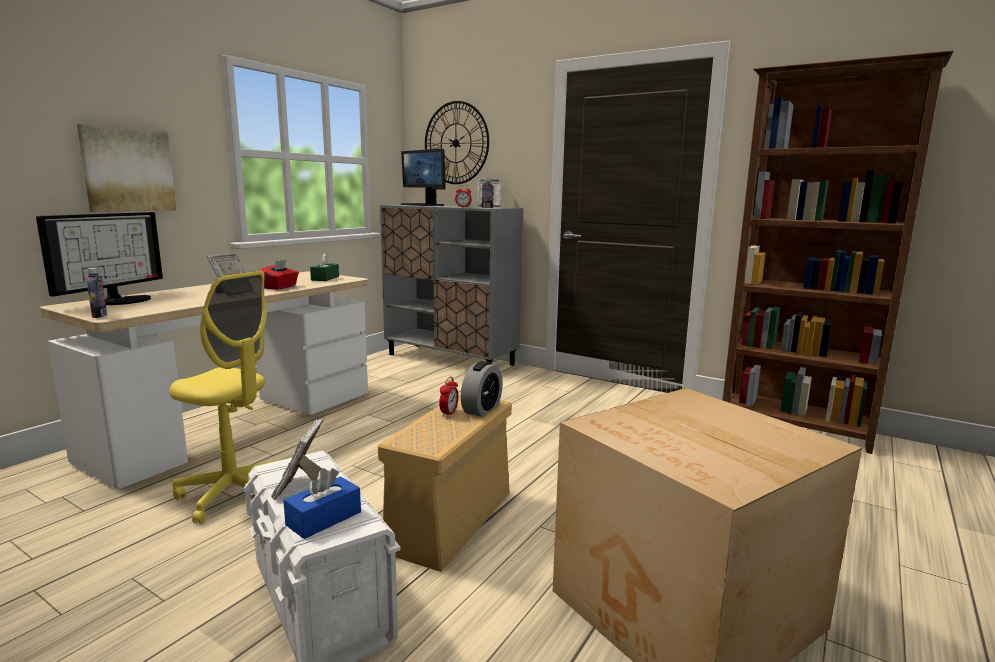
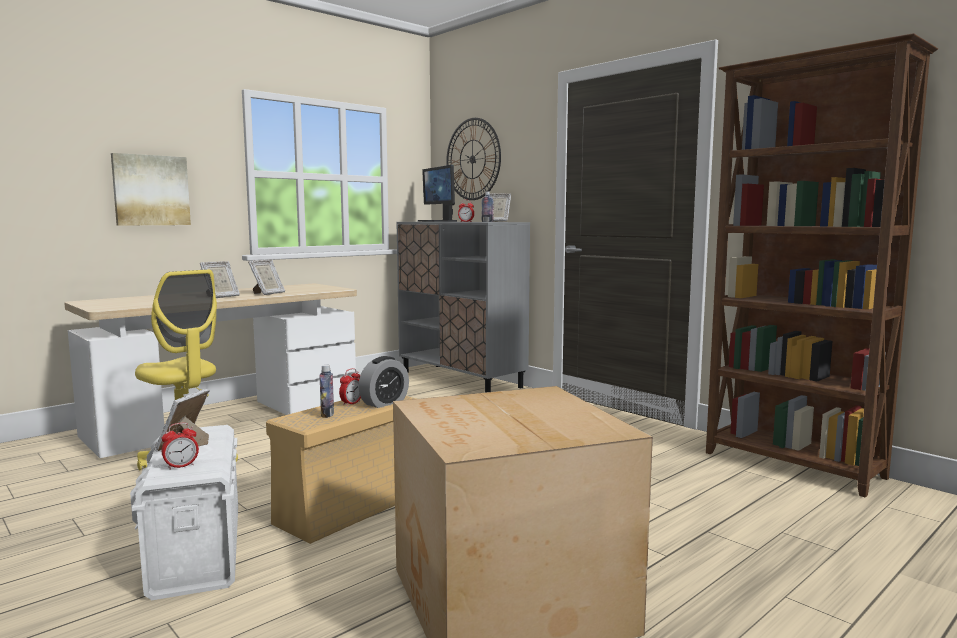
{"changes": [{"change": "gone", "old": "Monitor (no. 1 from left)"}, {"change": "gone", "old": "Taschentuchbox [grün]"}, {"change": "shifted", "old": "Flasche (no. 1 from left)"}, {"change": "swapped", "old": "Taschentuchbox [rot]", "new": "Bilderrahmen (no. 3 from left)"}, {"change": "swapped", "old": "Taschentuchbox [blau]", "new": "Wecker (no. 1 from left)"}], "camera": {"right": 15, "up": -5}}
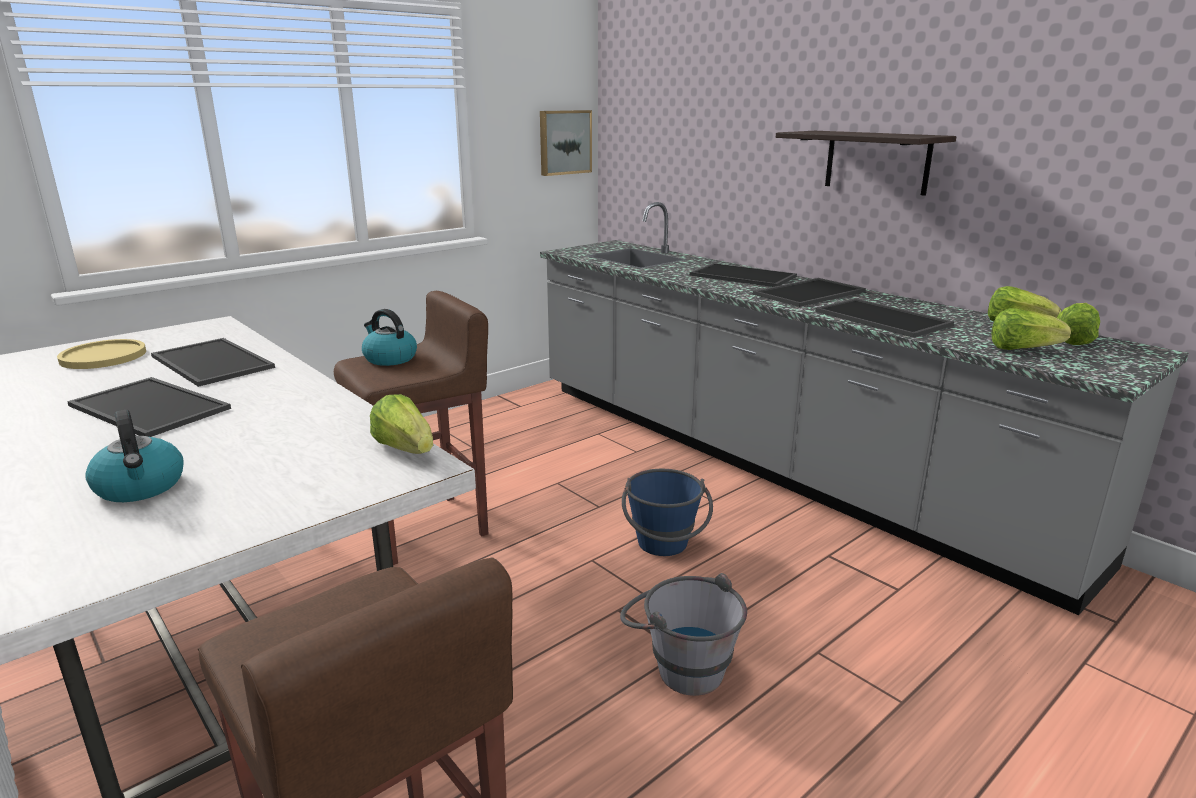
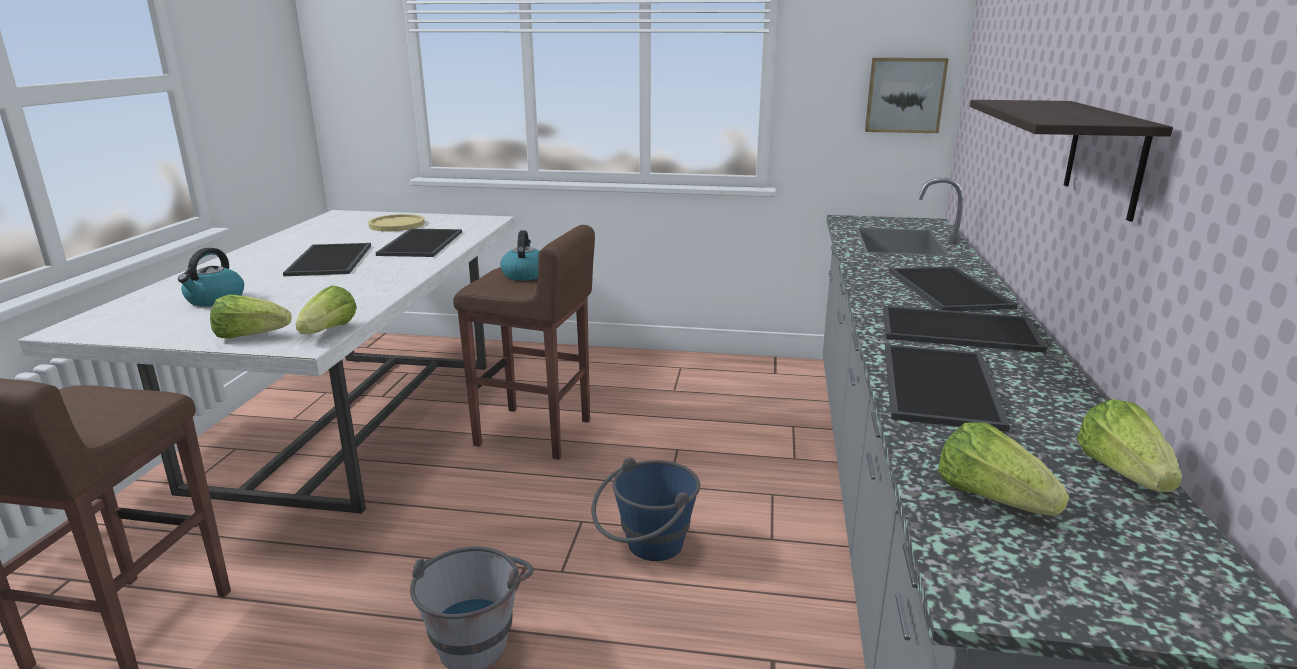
{"changes": [{"change": "shifted", "old": "Salatkopf (no. 4 from left in the first image)", "new": "Salatkopf (no. 1 from left)"}], "camera": {"right": 50, "up": 0}}
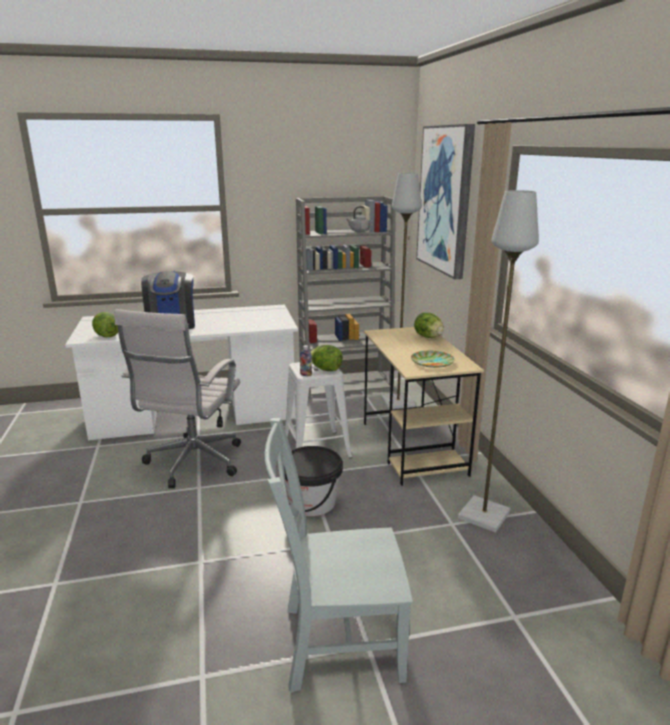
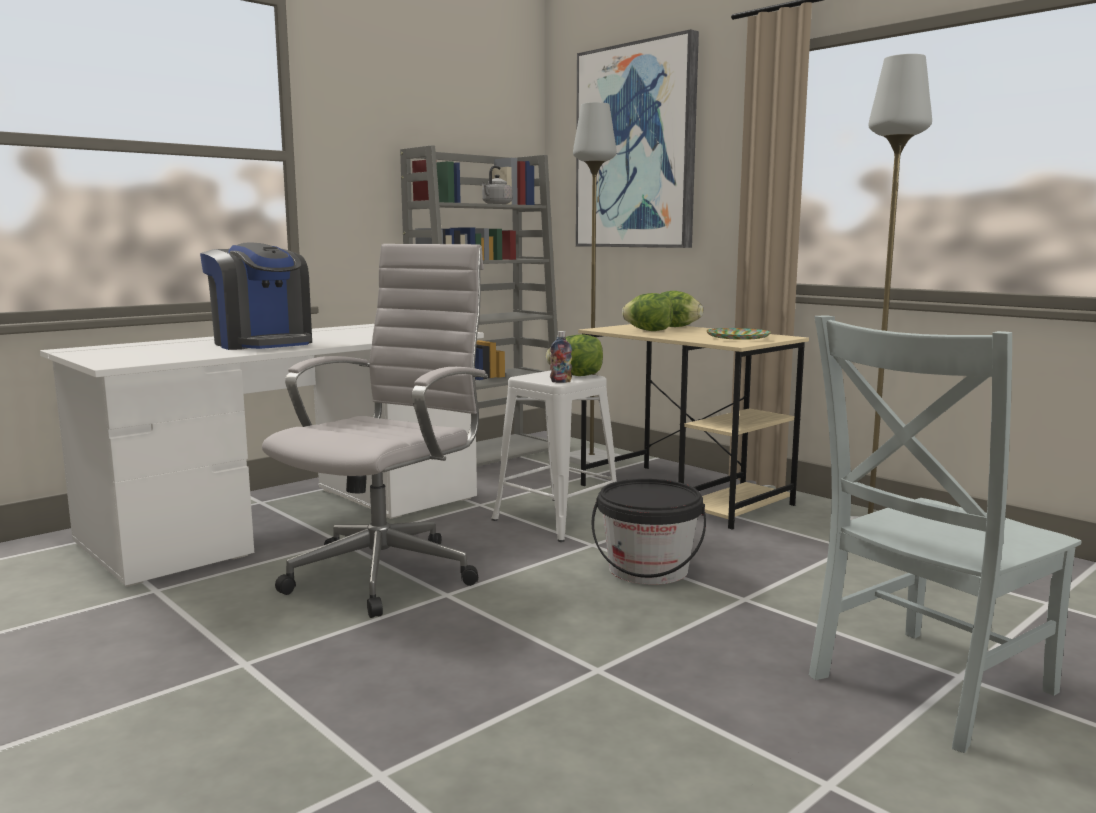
{"changes": [{"change": "shifted", "old": "Salatkopf (no. 1 from left in the first image)", "new": "Salatkopf (no. 2 from left)"}, {"change": "rotated", "old": "Bürostuhl [weiß]", "degrees": -135}], "camera": {"right": -30, "up": -10}}
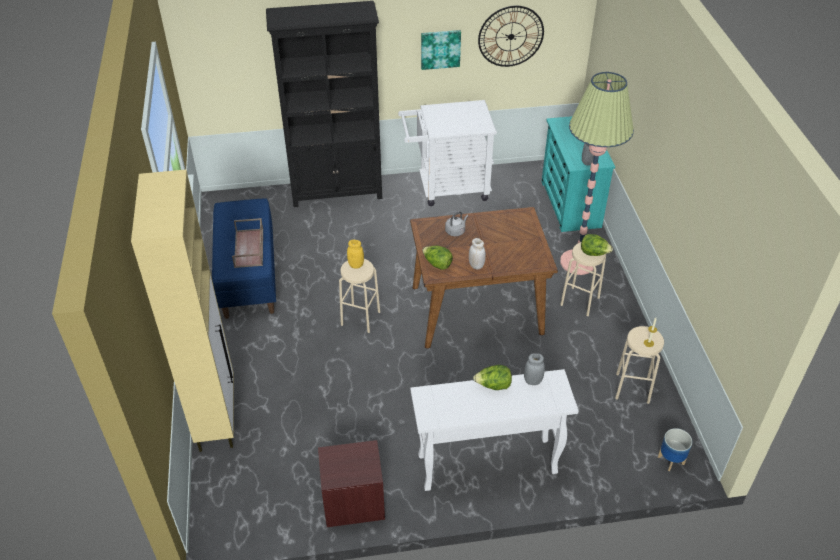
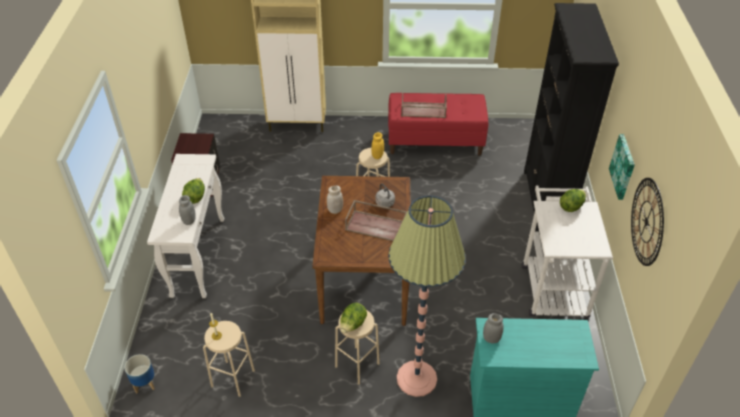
{"changes": [{"change": "new", "new": "Tablett [braun] (no. 1 from left)"}, {"change": "shifted", "old": "Salatkopf (no. 1 from left in the first image)", "new": "Salatkopf (no. 3 from left)"}, {"change": "repainted", "old": "Bank [blau]", "new": "Bank [rot]"}], "camera": {"right": 100, "up": 0}}
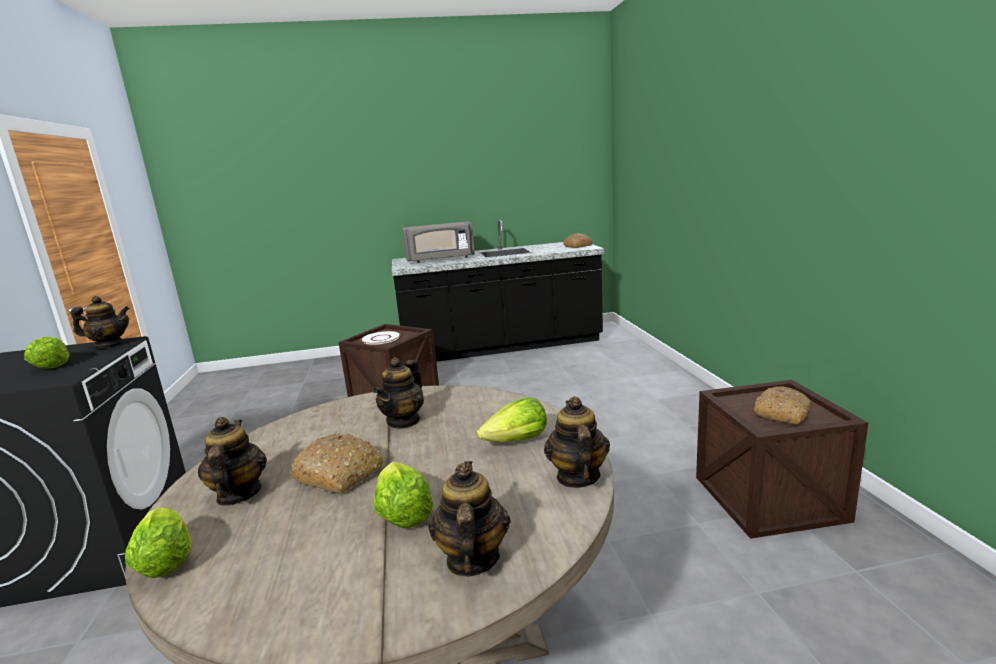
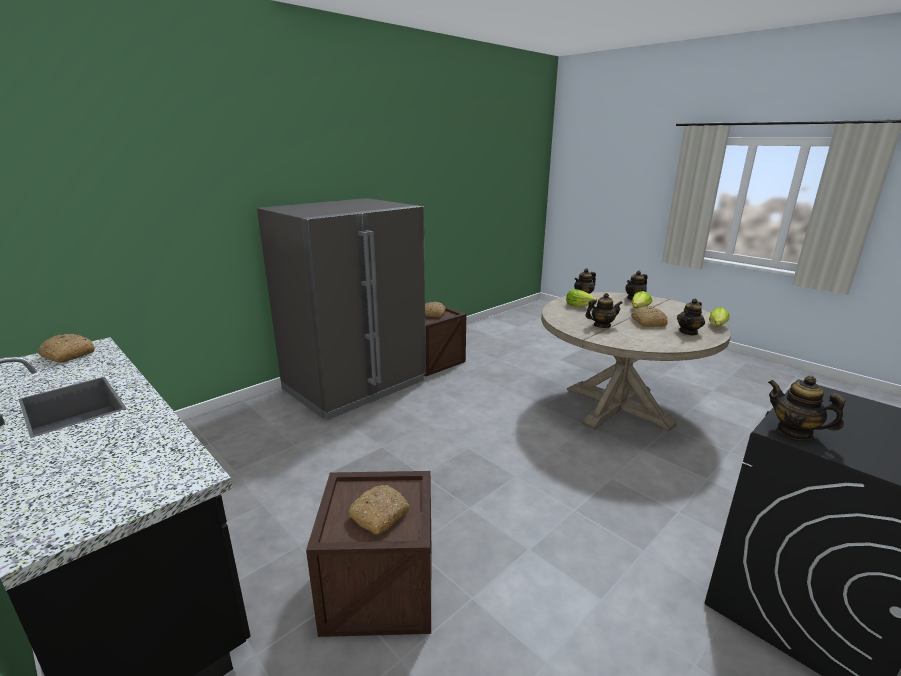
{"changes": [{"change": "gone", "old": "Salatkopf (no. 1 from left)"}, {"change": "gone", "old": "Mikrowelle [grau]"}, {"change": "new", "new": "Kühlschrank [grau]"}, {"change": "swapped", "old": "Teller [weiß]", "new": "Brot (no. 2 from left)"}], "camera": {"right": -125, "up": 5}}
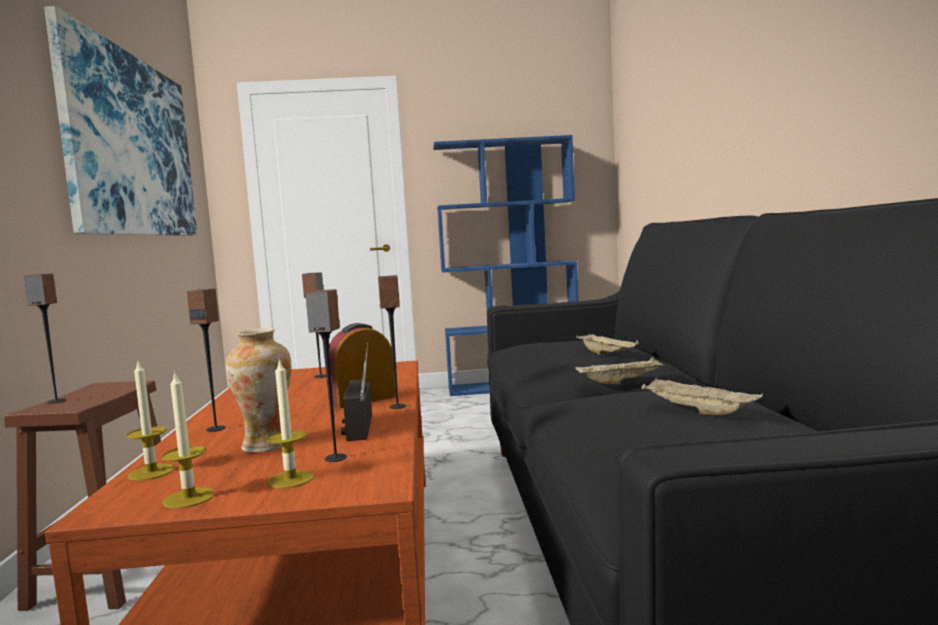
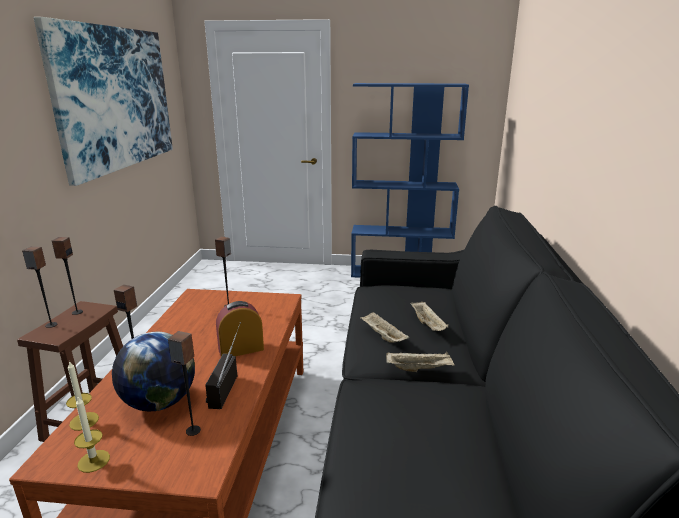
{"changes": [{"change": "gone", "old": "Kerze (no. 3 from left)"}, {"change": "shifted", "old": "Lautsprecher (no. 5 from left in the first image)", "new": "Lautsprecher (no. 2 from left)"}, {"change": "shifted", "old": "Tablett [beige] (no. 3 from left in the first image)", "new": "Tablett [beige] (no. 1 from left)"}, {"change": "swapped", "old": "Vase", "new": "Globus"}], "camera": {"right": 10, "up": 15}}
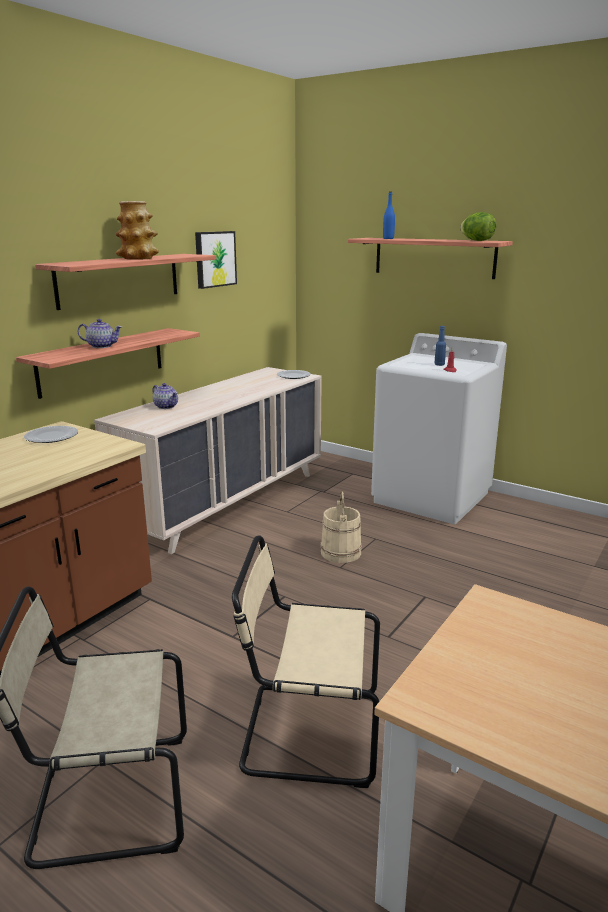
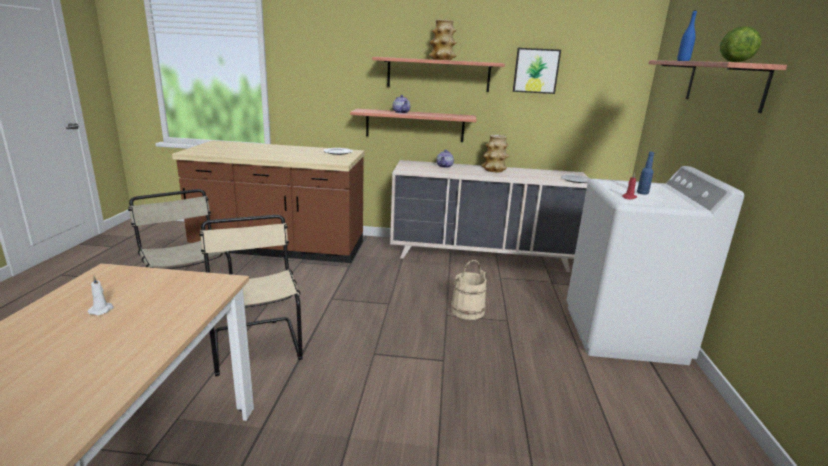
{"changes": [{"change": "new", "new": "Kerze [weiß]"}, {"change": "new", "new": "Vase (no. 2 from left)"}], "camera": {"right": 60, "up": 0}}
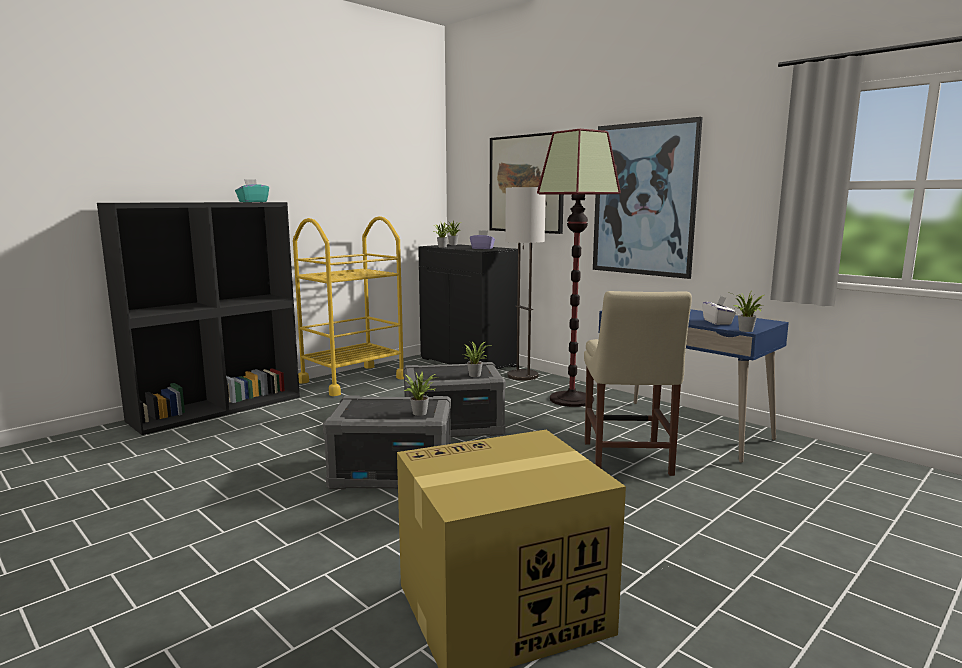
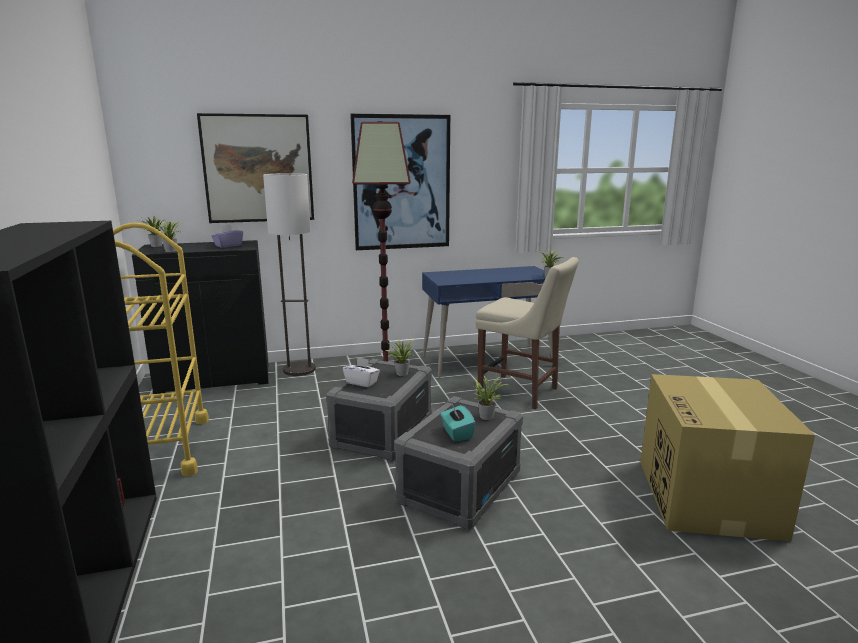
{"changes": [{"change": "shifted", "old": "Taschentuchbox [türkis]"}, {"change": "shifted", "old": "Taschentuchbox [weiß]"}], "camera": {"right": -60, "up": 5}}
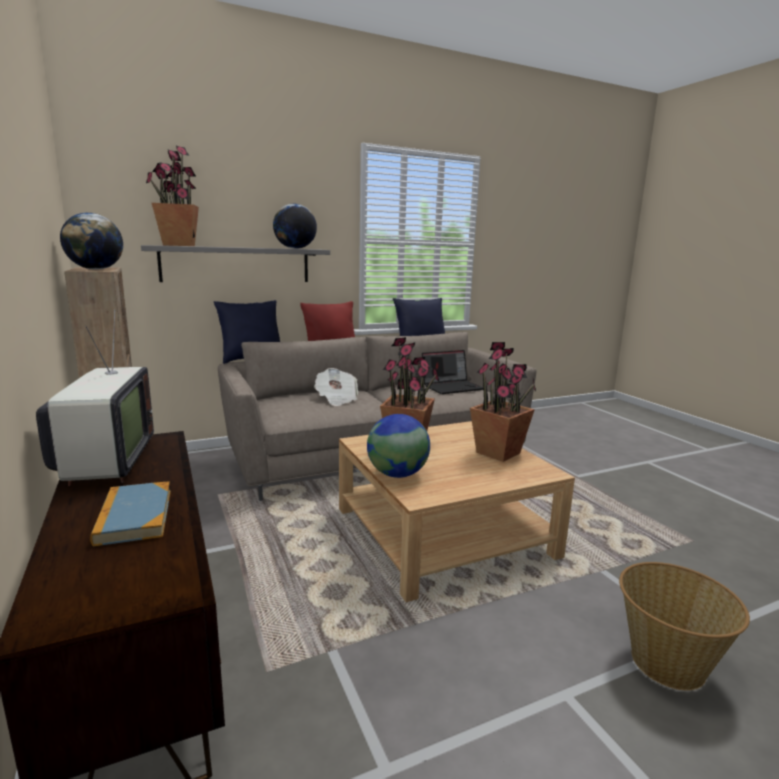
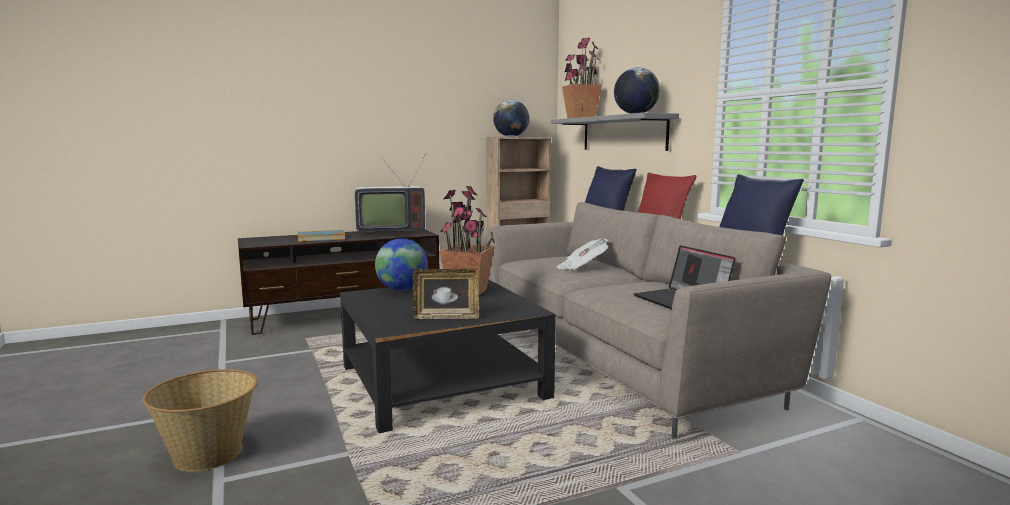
{"changes": [{"change": "swapped", "old": "Topfpflanze (no. 3 from left)", "new": "Bilderrahmen"}, {"change": "repainted", "old": "Couchtisch [beige]", "new": "Couchtisch [schwarz]"}], "camera": {"right": 90, "up": -5}}
